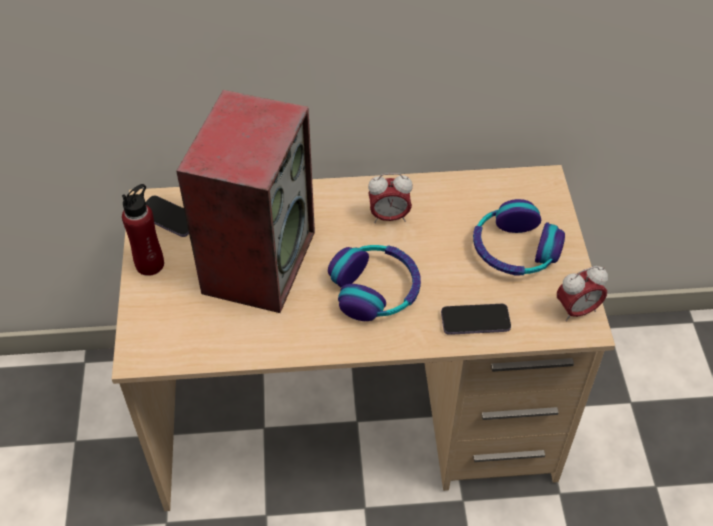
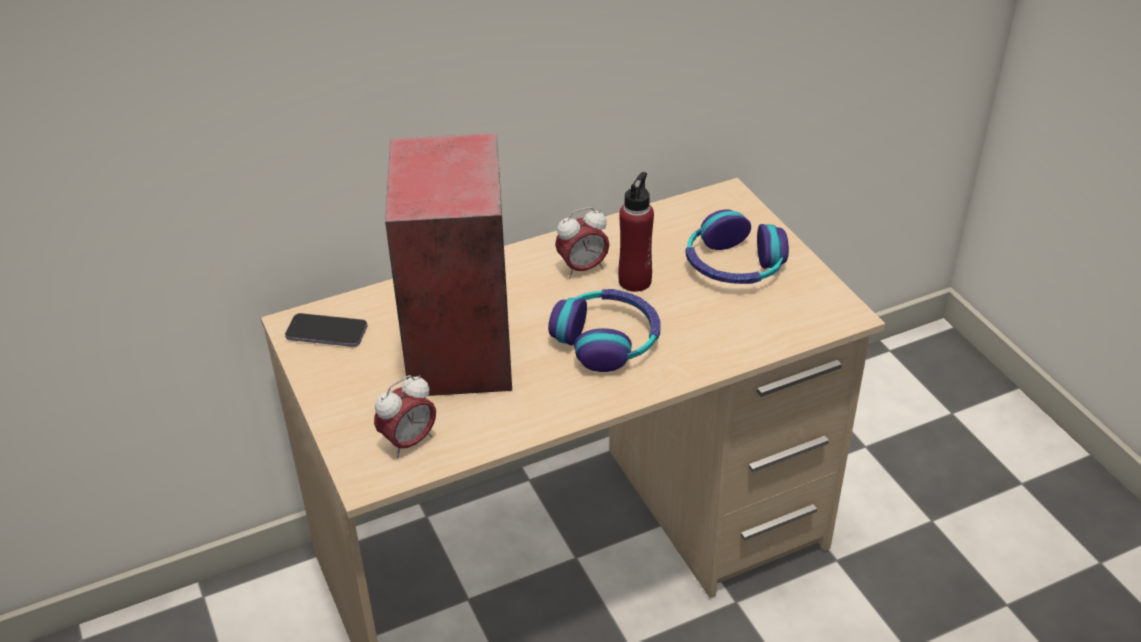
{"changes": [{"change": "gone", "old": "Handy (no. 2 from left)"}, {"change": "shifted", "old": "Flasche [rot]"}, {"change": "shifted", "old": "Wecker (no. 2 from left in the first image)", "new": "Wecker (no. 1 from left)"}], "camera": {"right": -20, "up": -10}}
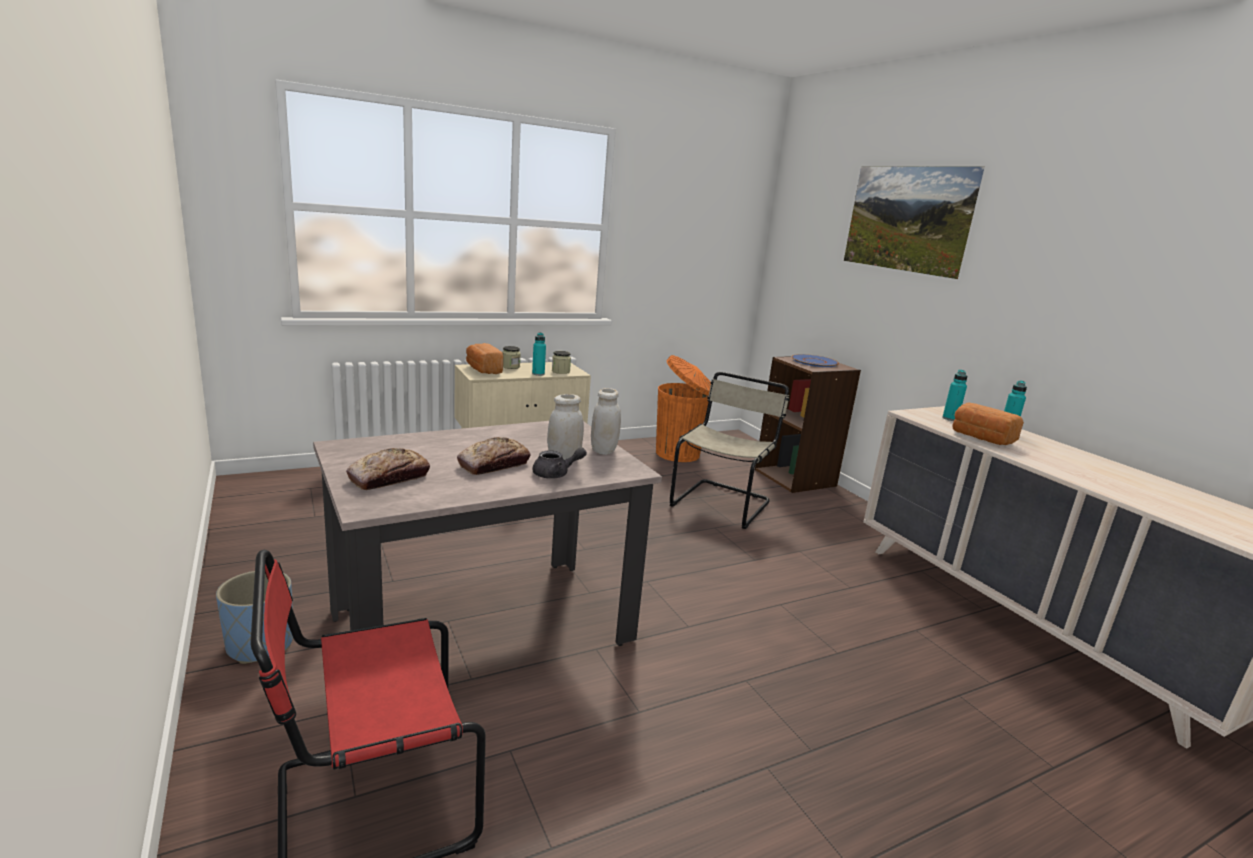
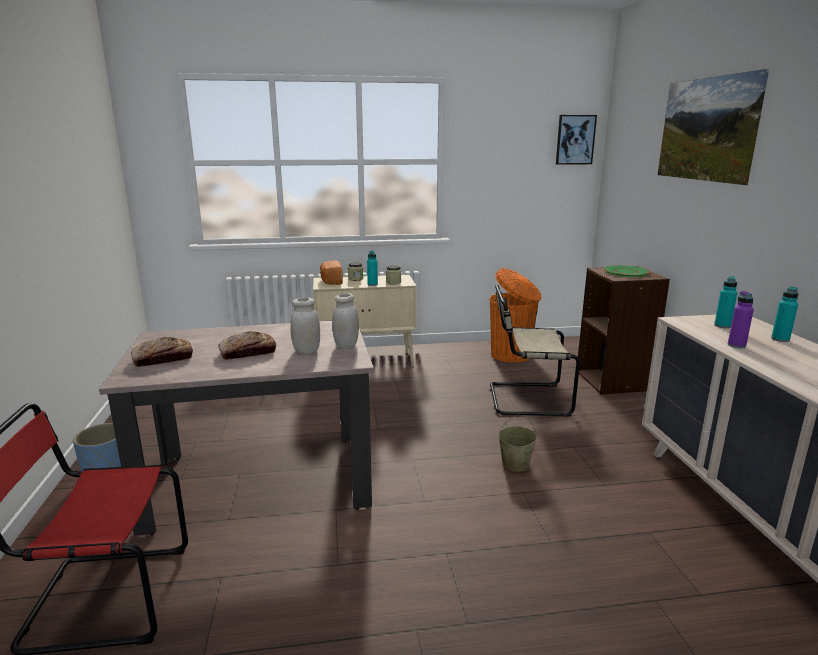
{"changes": [{"change": "gone", "old": "Teekanne [grau]"}, {"change": "new", "new": "Eimer [beige]"}, {"change": "new", "new": "Bild (no. 1 from left)"}, {"change": "swapped", "old": "Brot (no. 4 from left)", "new": "Flasche [lila]"}, {"change": "repainted", "old": "Teller [blau]", "new": "Teller [grün]"}, {"change": "rotated", "old": "Stuhl [beige]", "degrees": -135}], "camera": {"right": 20, "up": 0}}
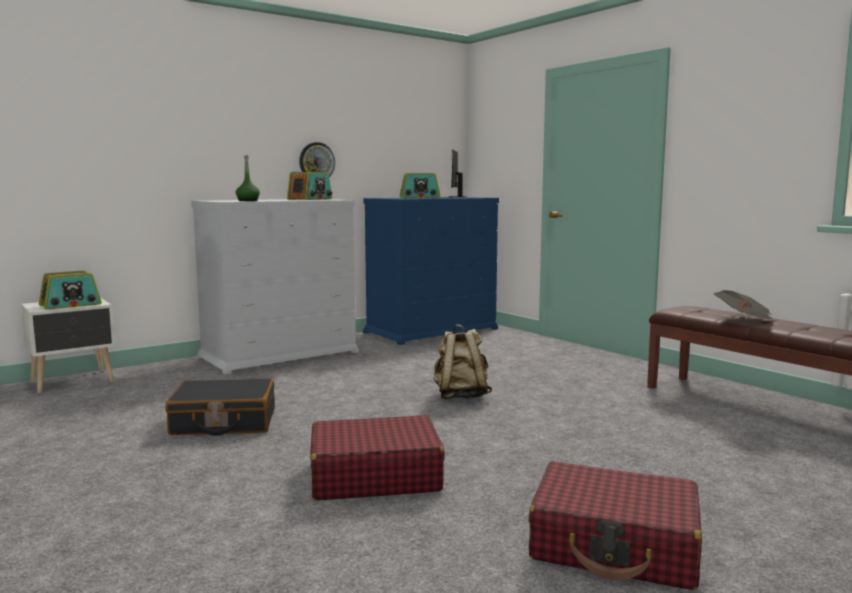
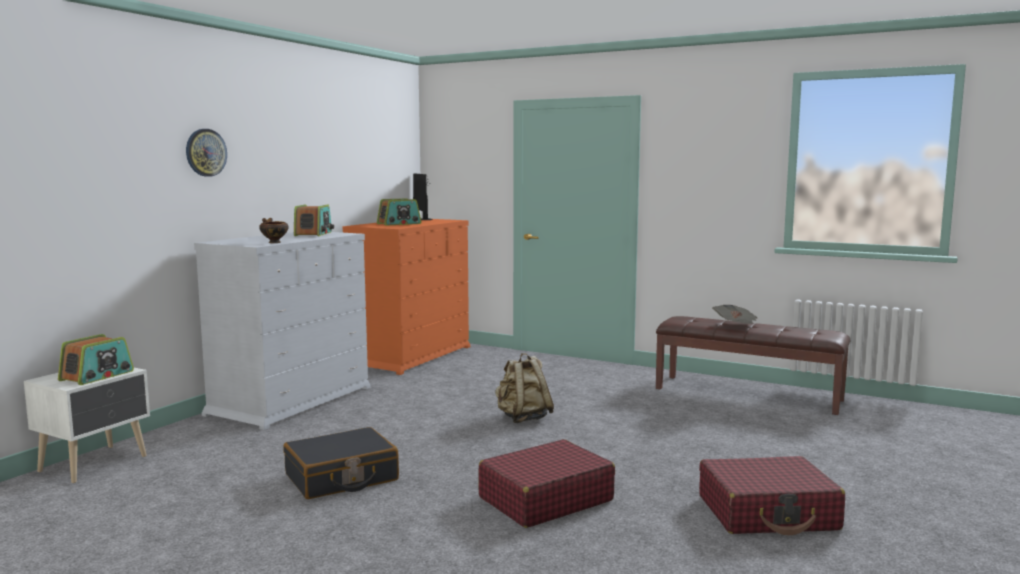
{"changes": [{"change": "shifted", "old": "Wanduhr"}, {"change": "swapped", "old": "Flasche [grün]", "new": "Schüssel"}, {"change": "repainted", "old": "Kommode [blau]", "new": "Kommode [orange]"}], "camera": {"right": -25, "up": 0}}
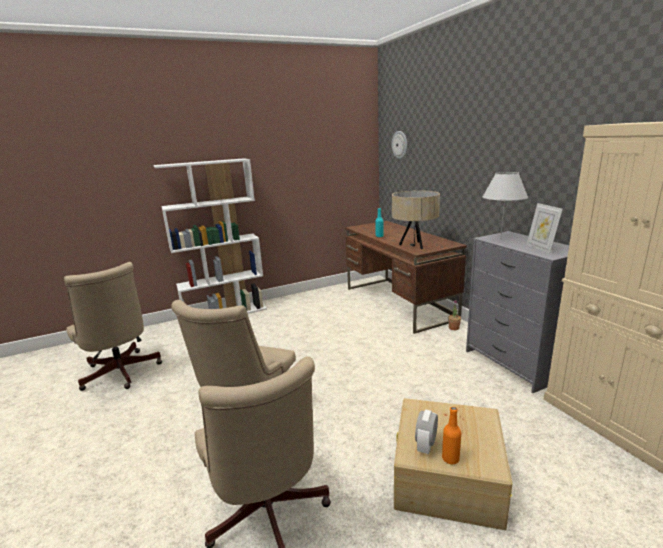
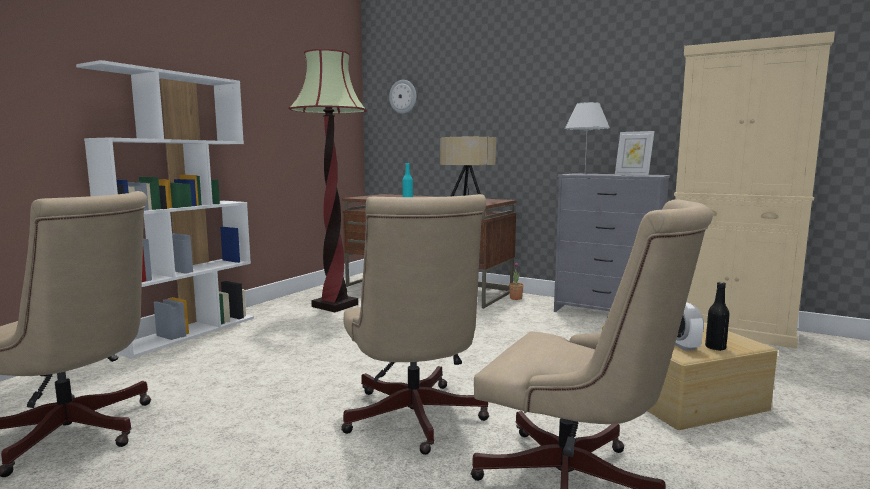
{"changes": [{"change": "new", "new": "Stehlampe"}, {"change": "repainted", "old": "Flasche [orange]", "new": "Flasche [schwarz]"}], "camera": {"right": -35, "up": -10}}
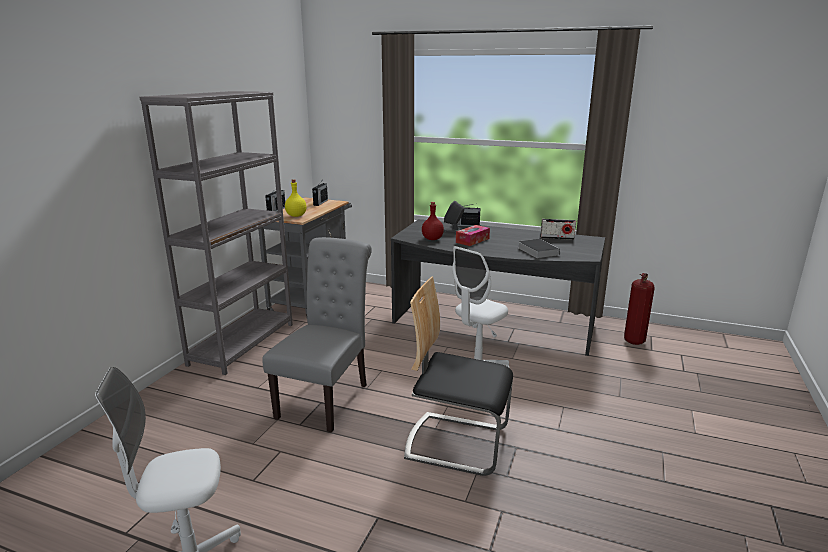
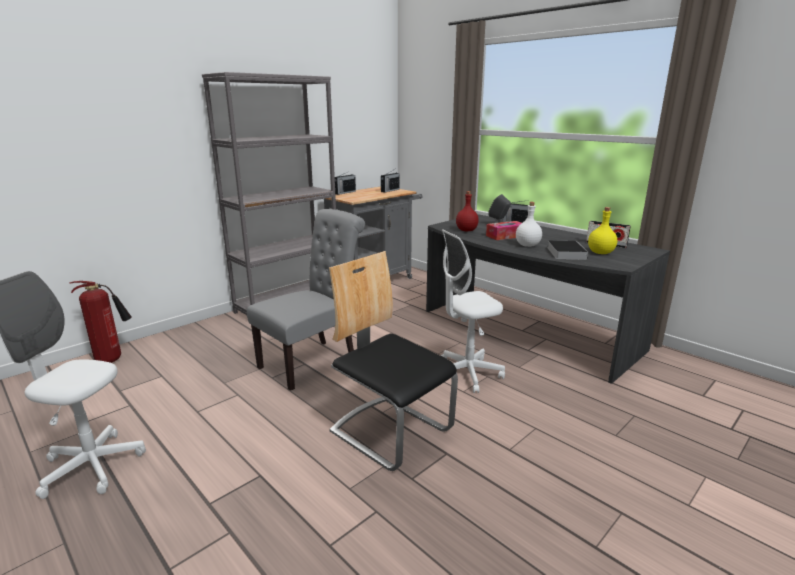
{"changes": [{"change": "new", "new": "Flasche [weiß]"}, {"change": "shifted", "old": "Flasche [gelb]"}, {"change": "shifted", "old": "Feuerlöscher"}], "camera": {"right": 25, "up": 0}}
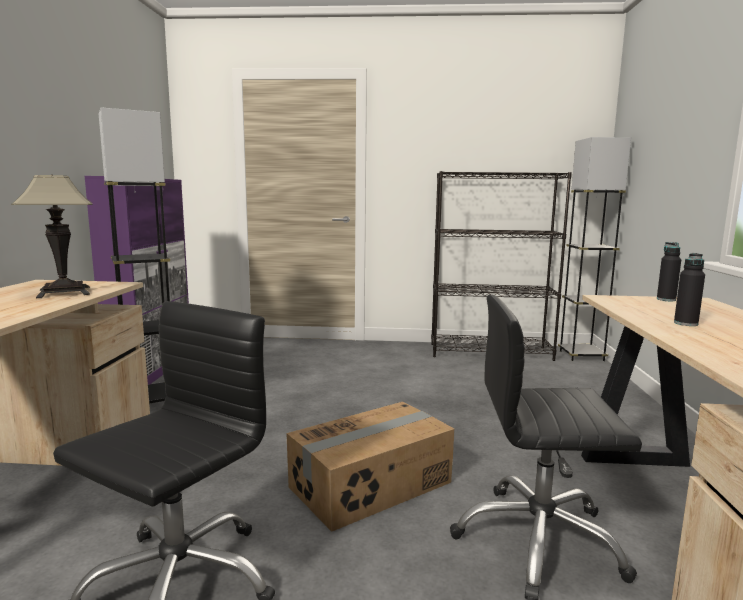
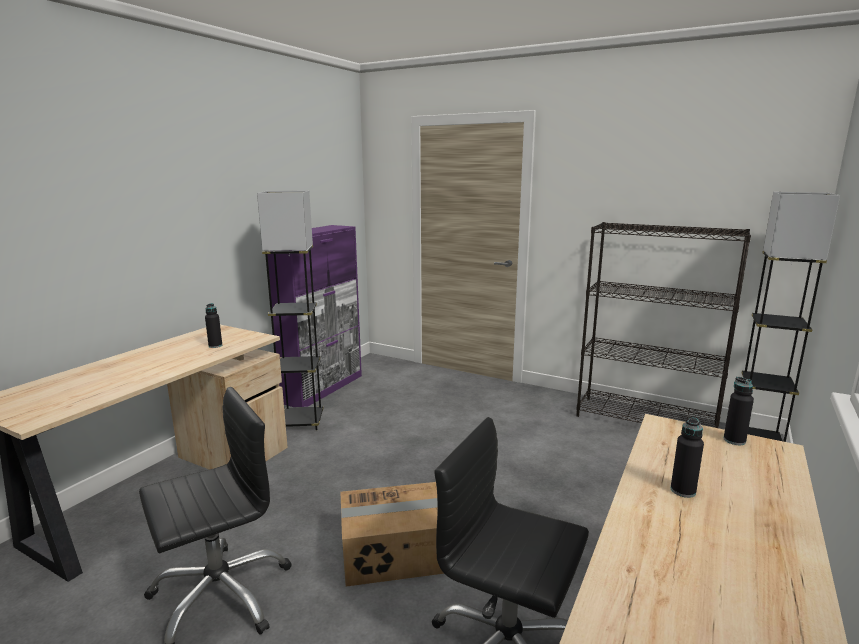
{"changes": [{"change": "swapped", "old": "Tischlampe", "new": "Flasche [schwarz] (no. 1 from left)"}], "camera": {"right": 25, "up": 5}}
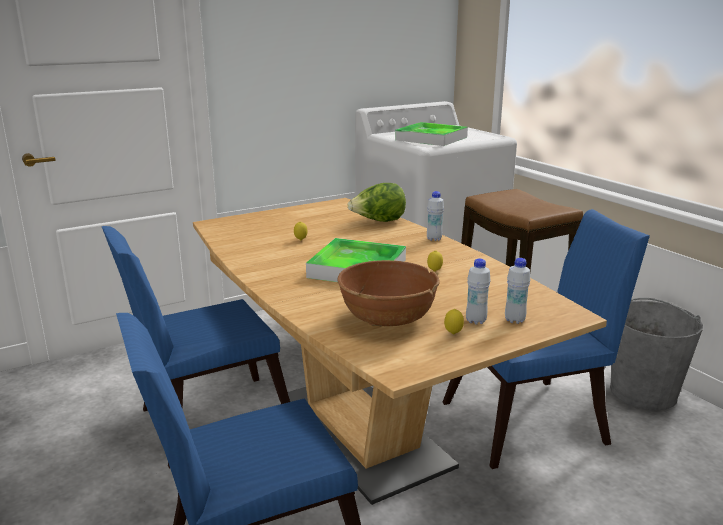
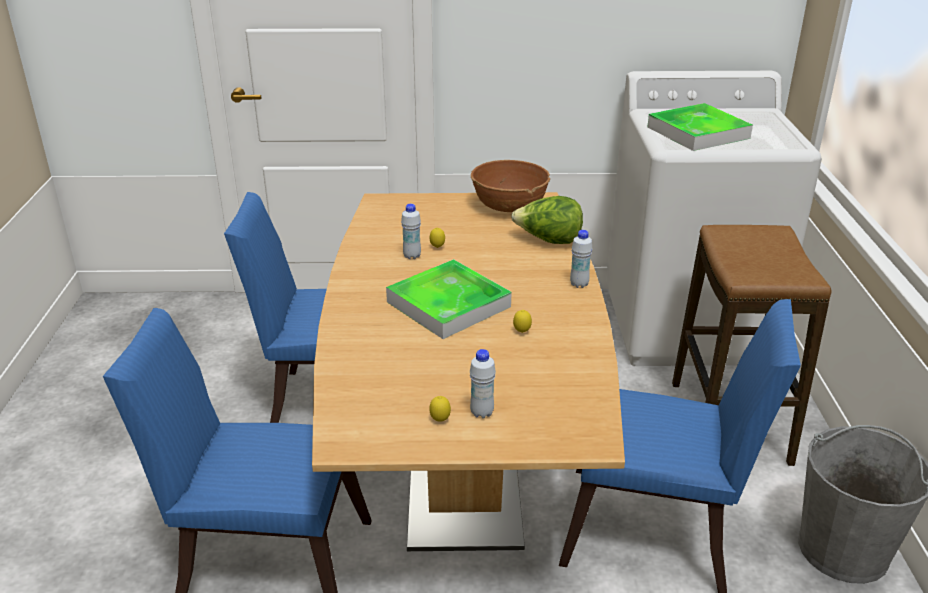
{"changes": [{"change": "shifted", "old": "Schüssel [braun]"}, {"change": "shifted", "old": "Flasche [weiß] (no. 3 from left in the first image)", "new": "Flasche [weiß] (no. 1 from left)"}], "camera": {"right": 30, "up": 10}}
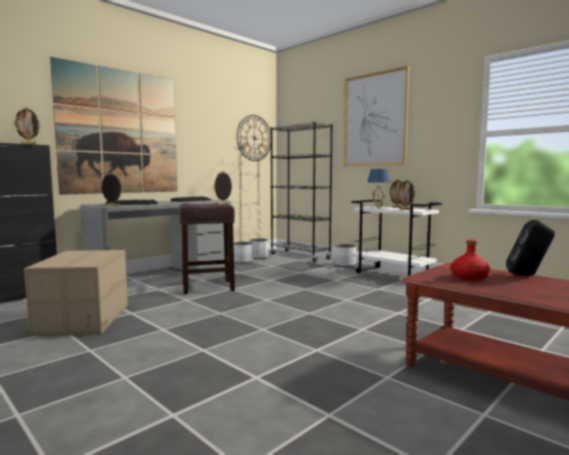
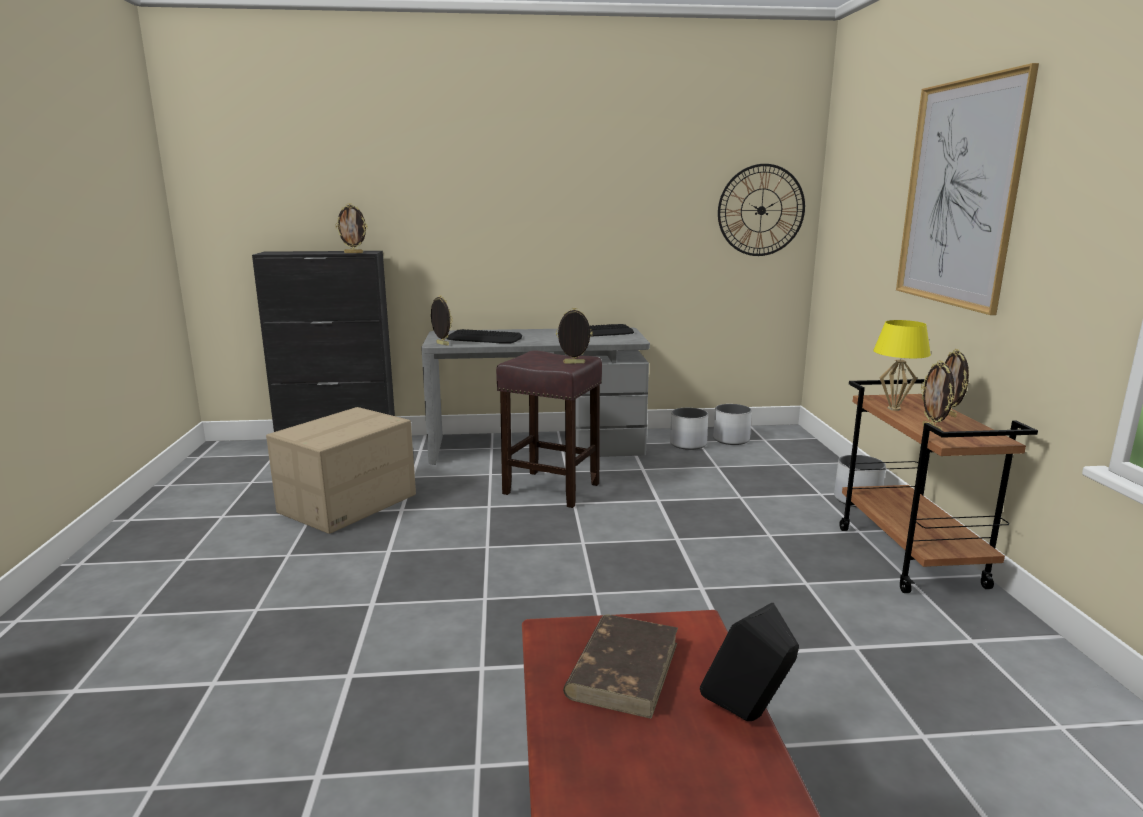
{"changes": [{"change": "gone", "old": "Bild (no. 1 from left)"}, {"change": "gone", "old": "Bücherregal [schwarz]"}, {"change": "swapped", "old": "Flasche [rot]", "new": "Buch [braun]"}, {"change": "repainted", "old": "Rollwagen [weiß]", "new": "Rollwagen [braun]"}, {"change": "repainted", "old": "Tischlampe [blau]", "new": "Tischlampe [gelb]"}], "camera": {"right": 40, "up": 10}}
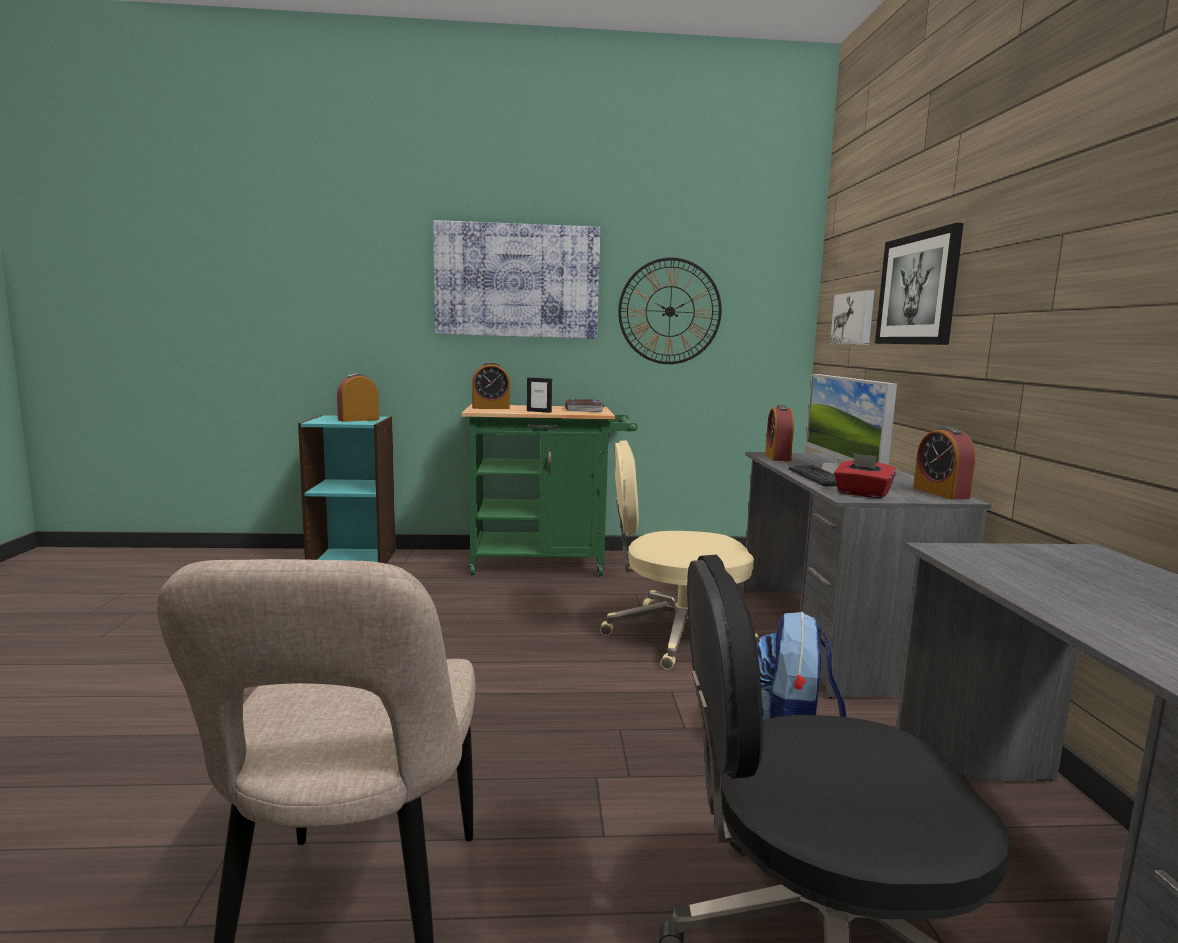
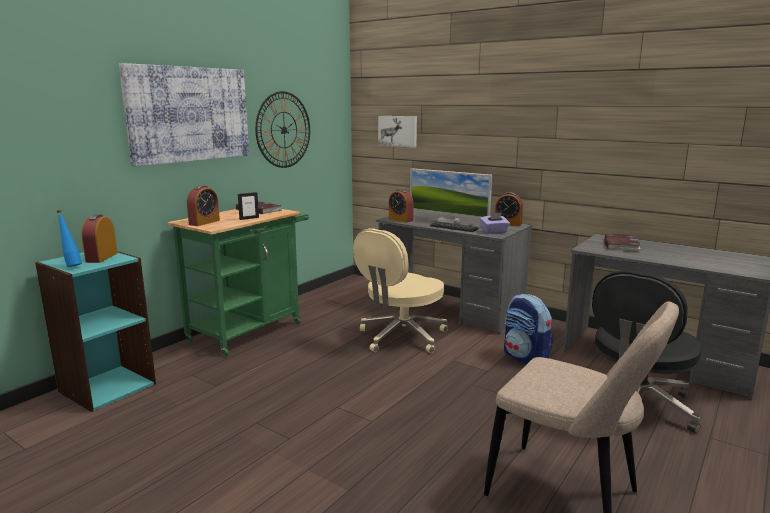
{"changes": [{"change": "gone", "old": "Bild (no. 3 from left)"}, {"change": "new", "new": "Flasche [blau]"}, {"change": "new", "new": "Buch (no. 2 from left)"}, {"change": "repainted", "old": "Taschentuchbox [rot]", "new": "Taschentuchbox [lila]"}], "camera": {"right": -50, "up": 5}}
